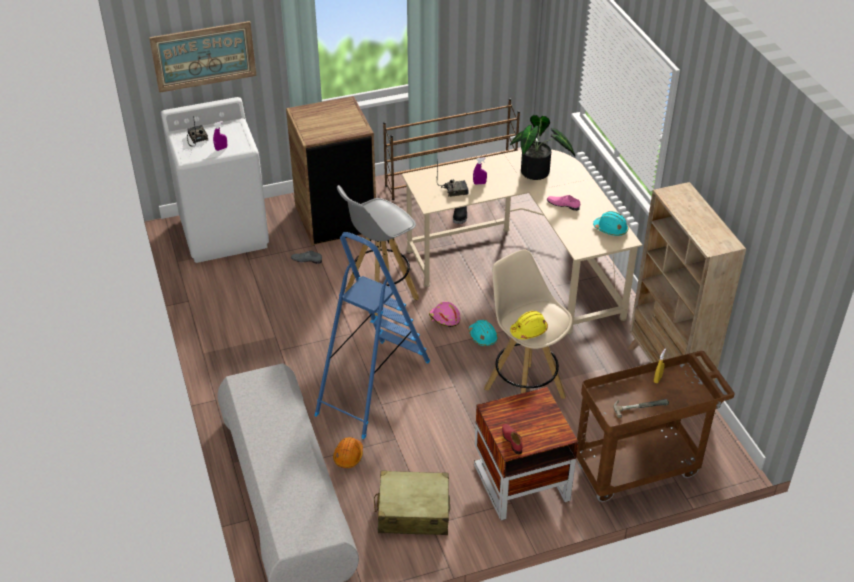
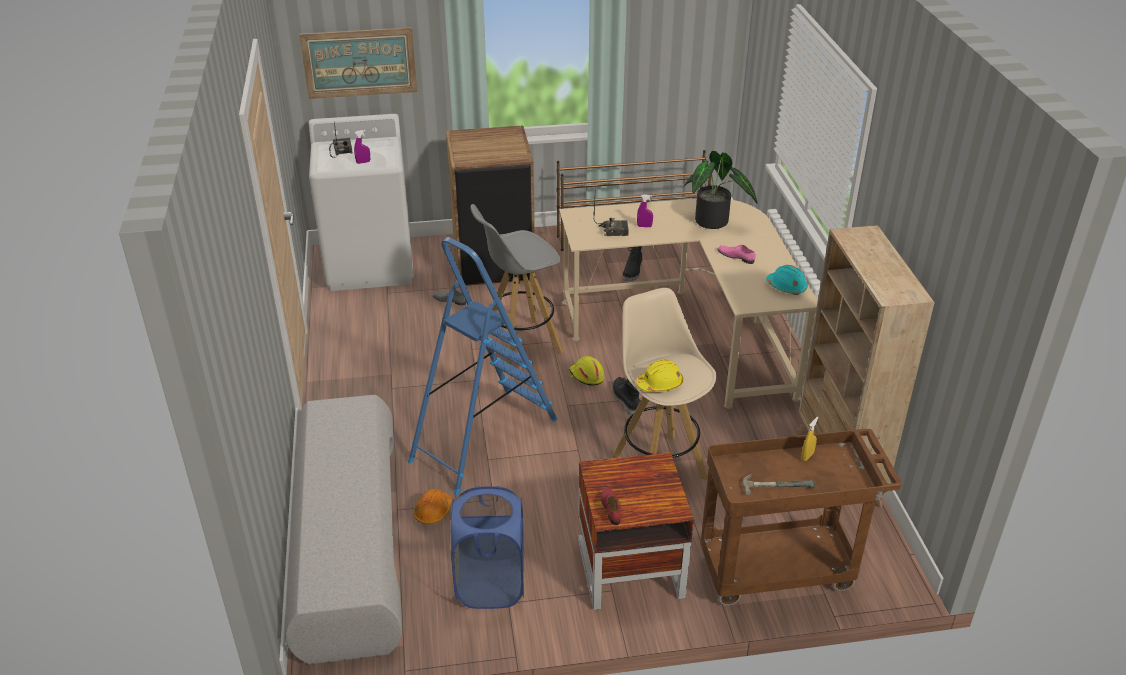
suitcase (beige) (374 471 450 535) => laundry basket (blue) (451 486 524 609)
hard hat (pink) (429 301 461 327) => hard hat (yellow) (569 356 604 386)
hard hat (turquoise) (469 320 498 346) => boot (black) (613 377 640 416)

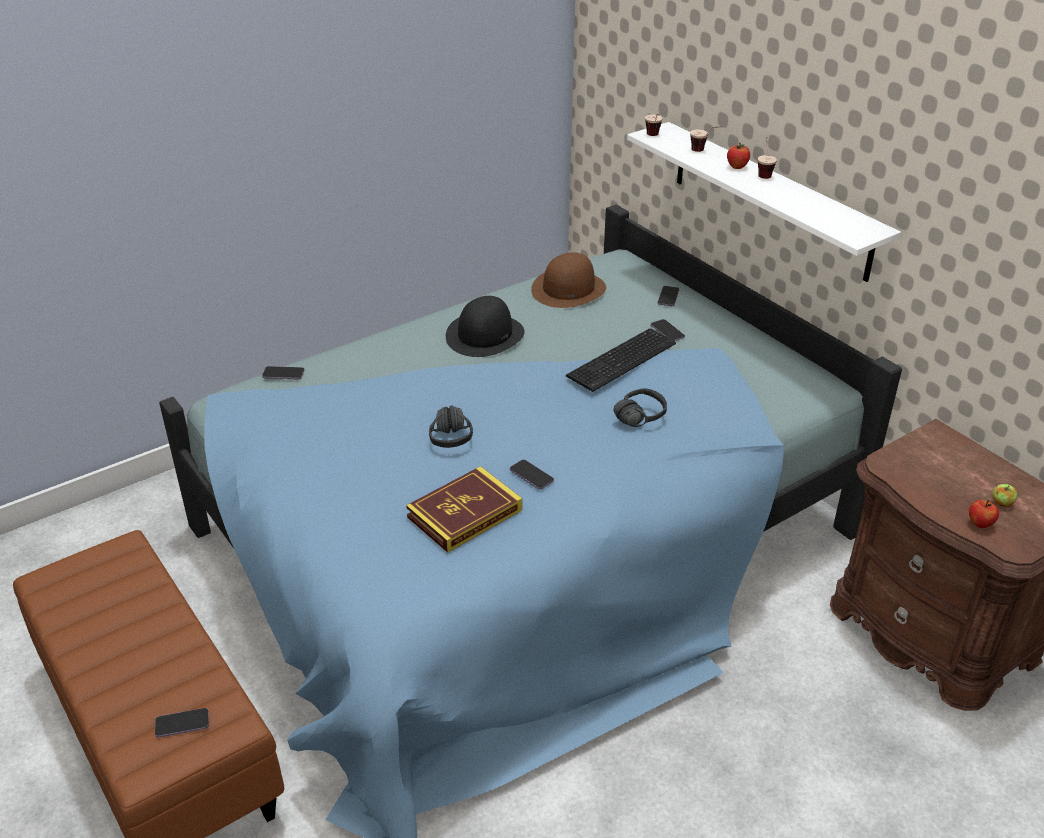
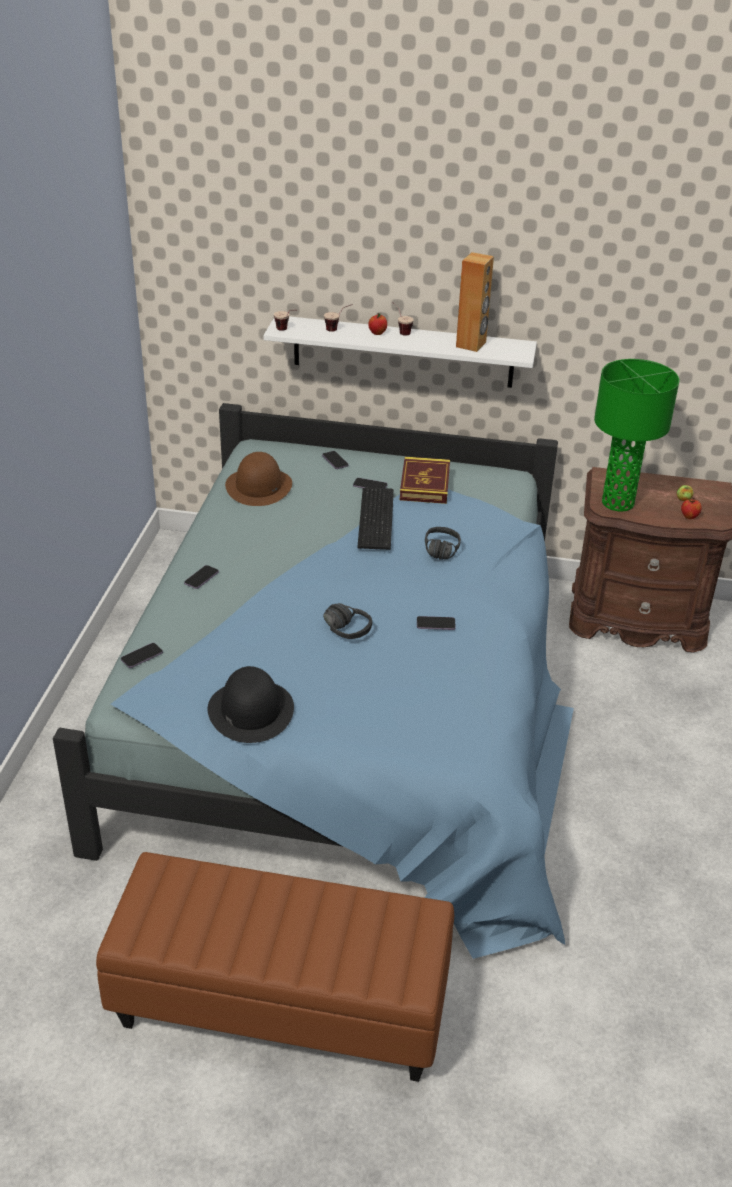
phone (155 708 209 738) => phone (184 565 219 589), shifted
book (406 466 522 553) => book (400 457 450 504), shifted
hat (black) (446 296 525 357) => hat (black) (208 666 294 743), shifted
nothing => speaker (brown) (456 252 494 352)
nothing => table lamp (green) (594 359 679 511)

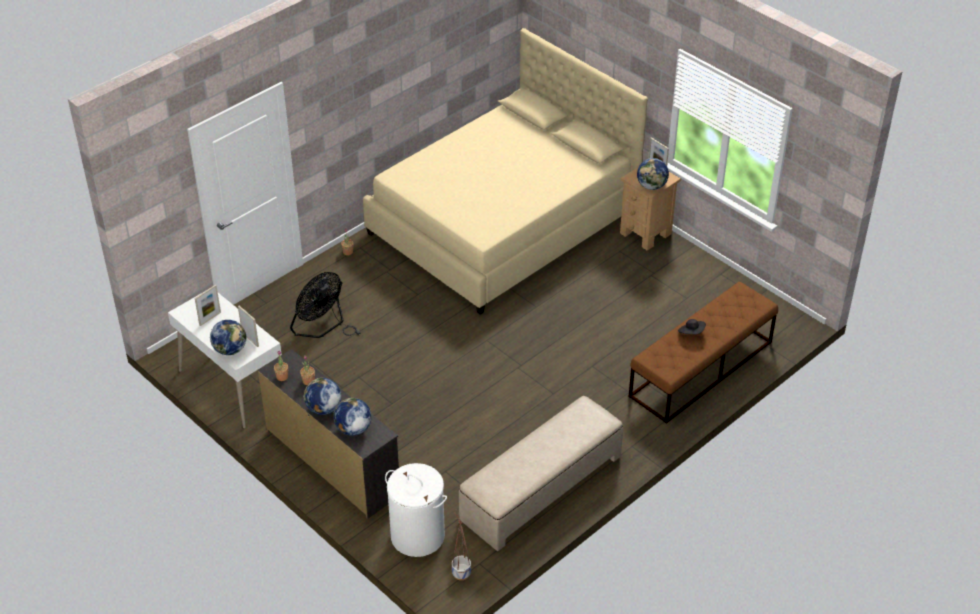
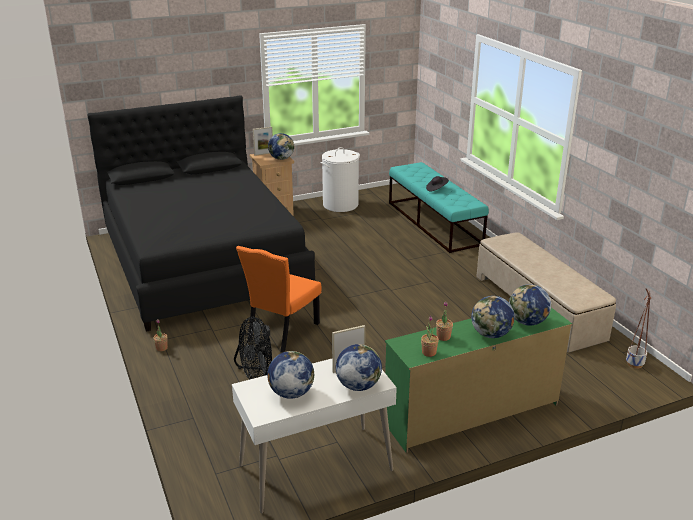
picture frame (195 285 221 326) => globe (267 351 314 399)
dresser (black) (258 349 399 519) => dresser (green) (385 308 572 453)
bed (beige) (363 28 648 315) => bed (black) (88 96 315 332)
laundry basket (white) (385 463 447 557) => laundry basket (white) (320 147 360 212), shifted
bench (brown) (629 282 778 424) => bench (turquoise) (389 162 489 253)
nothing => chair (orange) (236 246 322 353)

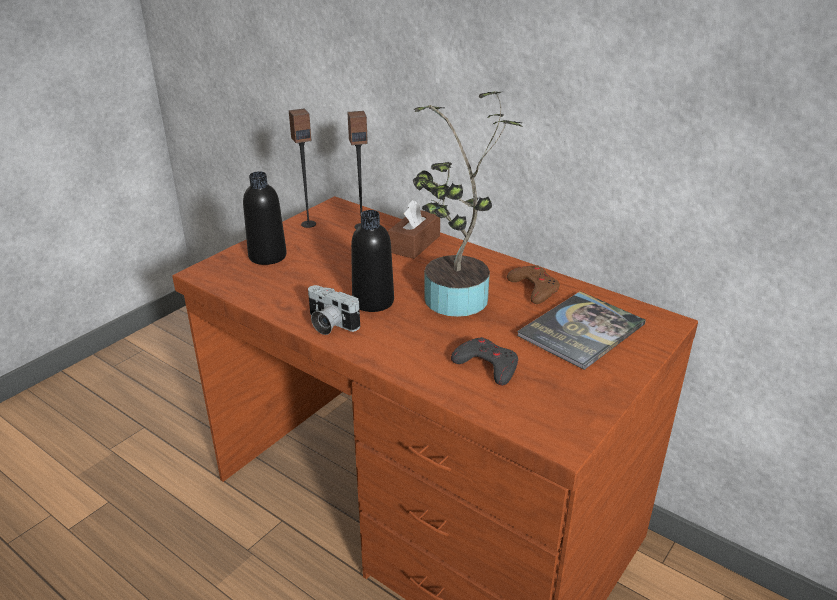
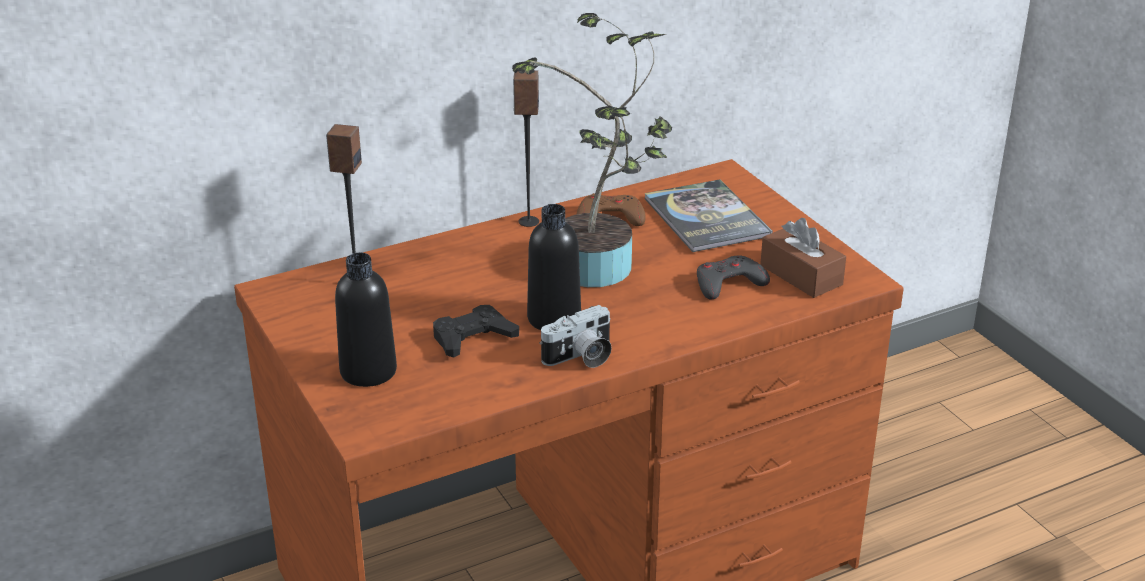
speaker (289 109 316 228) => speaker (513 70 539 227), shifted
tissue box (brown) (388 200 440 259) => tissue box (brown) (760 218 846 298), shifted
nothing => game controller (black) (433 305 519 358)

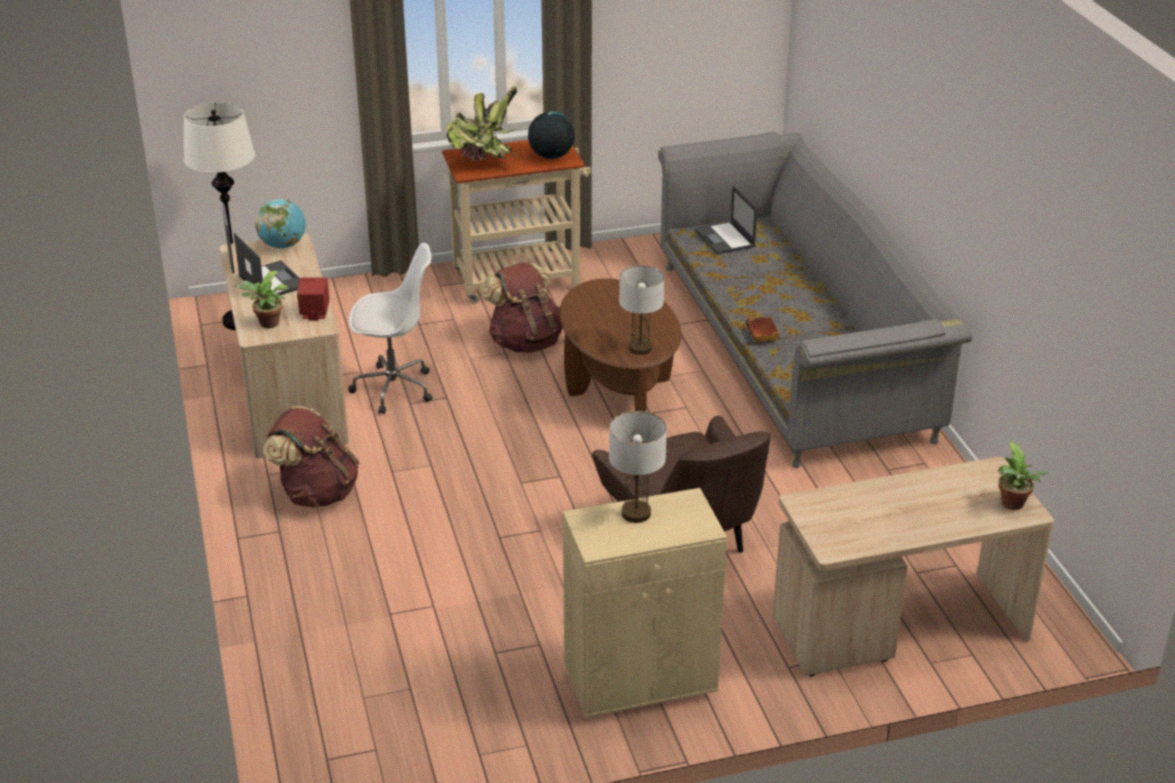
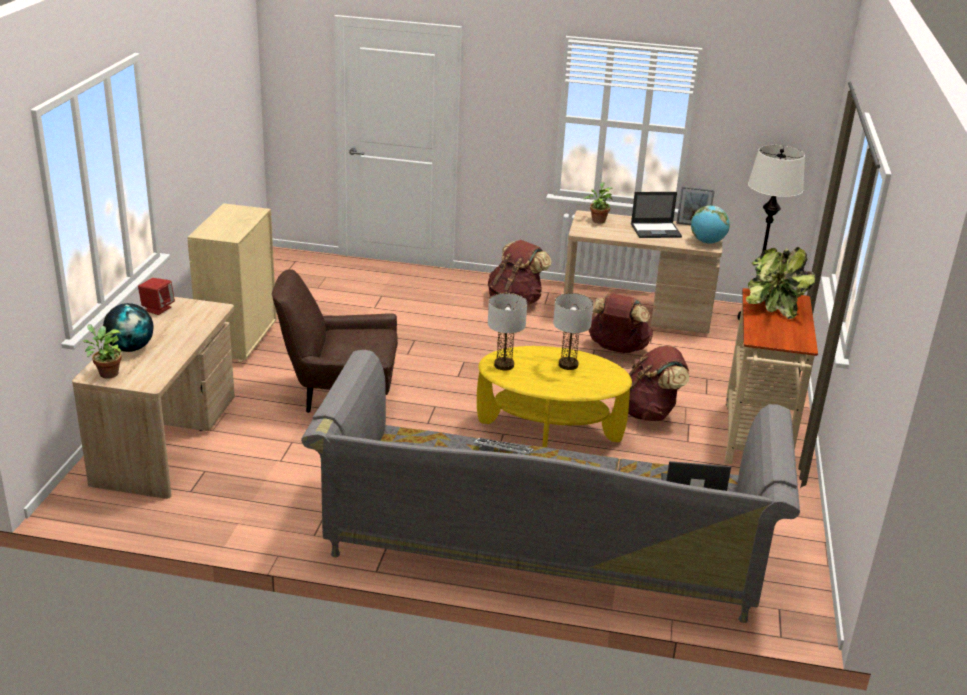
speaker (red) (297 277 330 320) => speaker (red) (138 278 175 315), shifted
office chair (white) (348 243 433 414) => backpack (brown) (589 293 653 353)
globe (528 111 575 159) => globe (103 303 153 352), shifted
coffee table (brown) (559 278 681 412) => coffee table (yellow) (477 346 632 447)
table lamp (609 411 667 523) => table lamp (553 293 593 370), shifted
book (brown) (746 316 780 342) => keyboard (474 438 534 455)

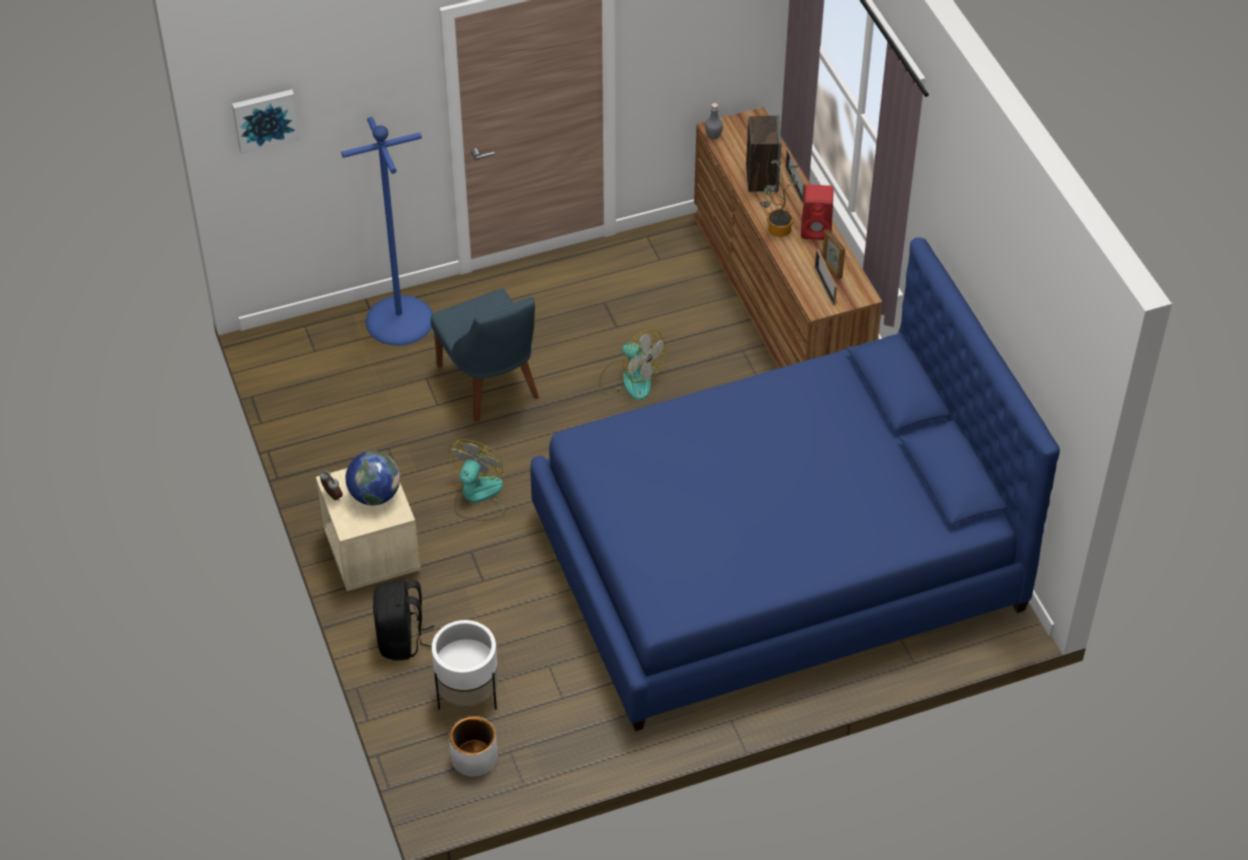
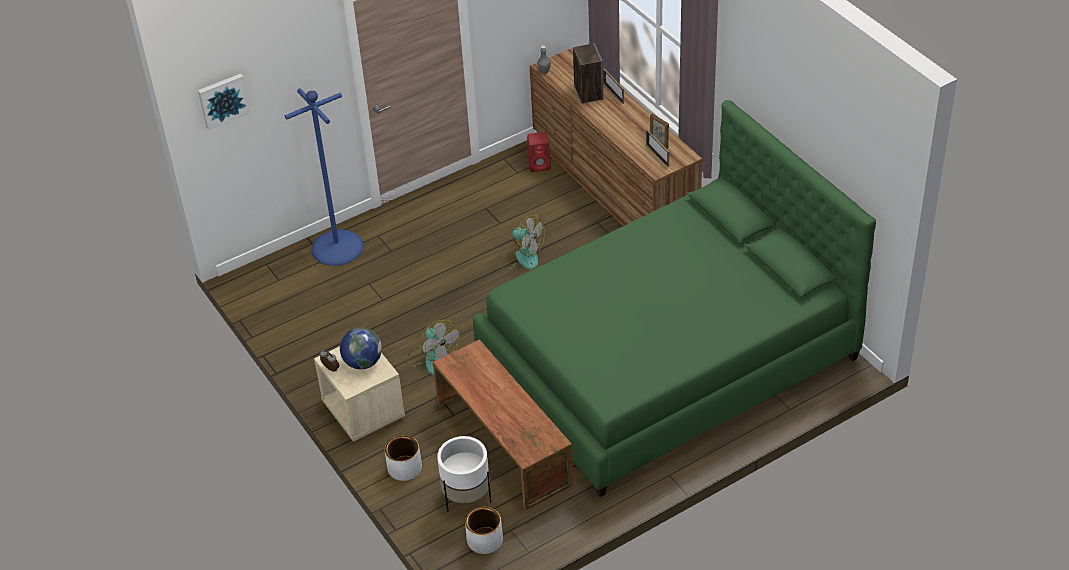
backpack (black) (373 580 435 661) => planter (white) (385 436 422 481)
chair (blue) (431 289 539 422) => nothing
fan (449 439 506 521) => fan (406 320 460 375), 135 degrees clockwise
bed (blue) (530 237 1060 731) => bed (green) (473 100 876 497)
potted plant (760 160 799 237) => nothing
speaker (red) (801 184 834 240) => speaker (red) (527 132 551 172), shifted
nothing => bench (brown) (432 339 573 510)

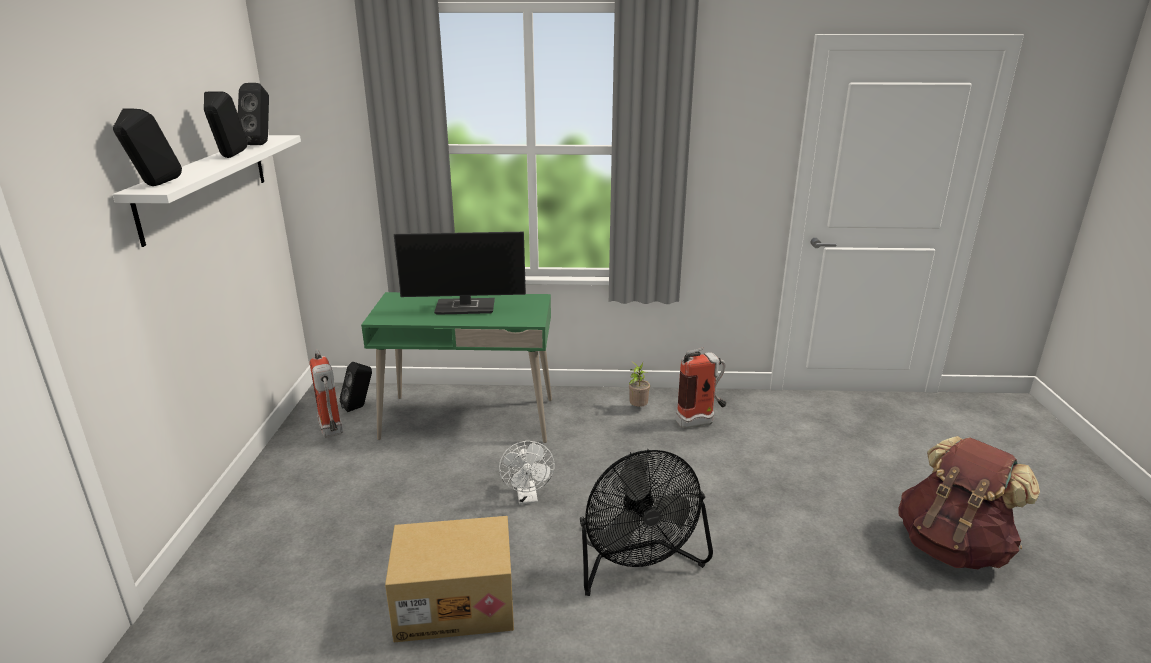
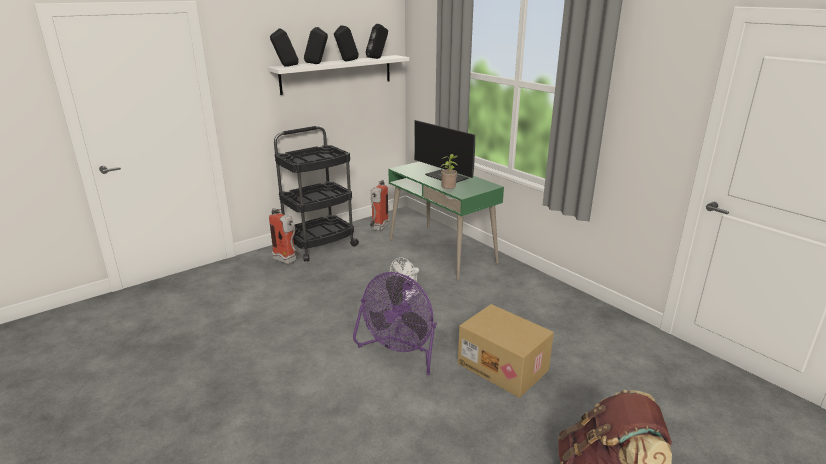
speaker (black) (339 362 372 412) => speaker (black) (304 27 328 64), shifted
cardboard box (385 516 514 642) => cardboard box (458 304 554 398), shifted
fan (black) (580 449 713 596) => fan (purple) (353 272 437 375)
potted plant (629 361 650 407) => potted plant (441 154 458 189), shifted
fire extinguisher (675 347 727 428) => fire extinguisher (269 208 301 265), shifted
nothing => cart (black) (274 126 359 262)

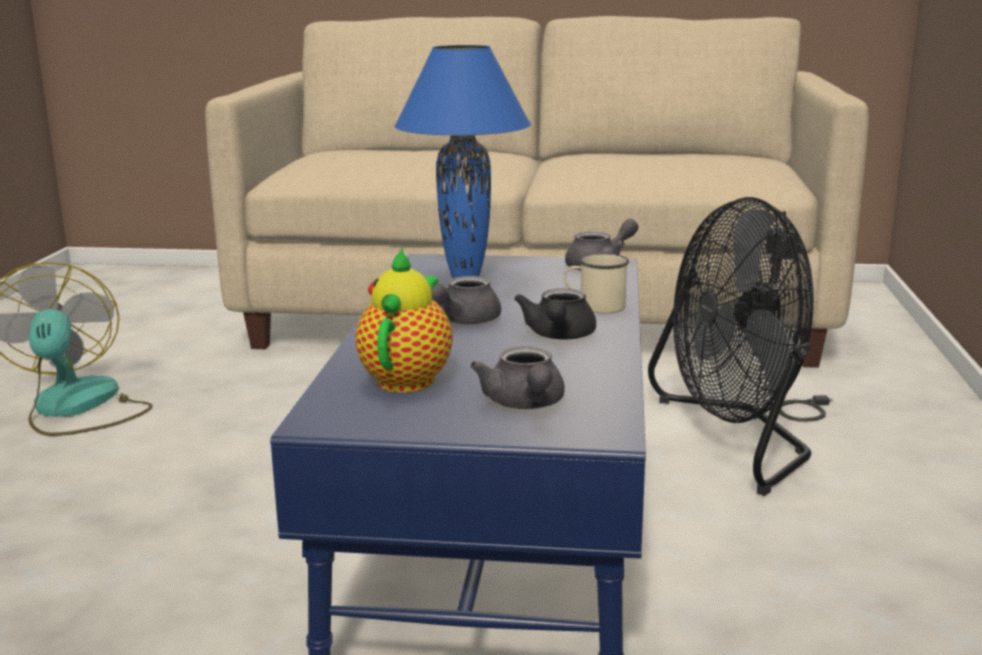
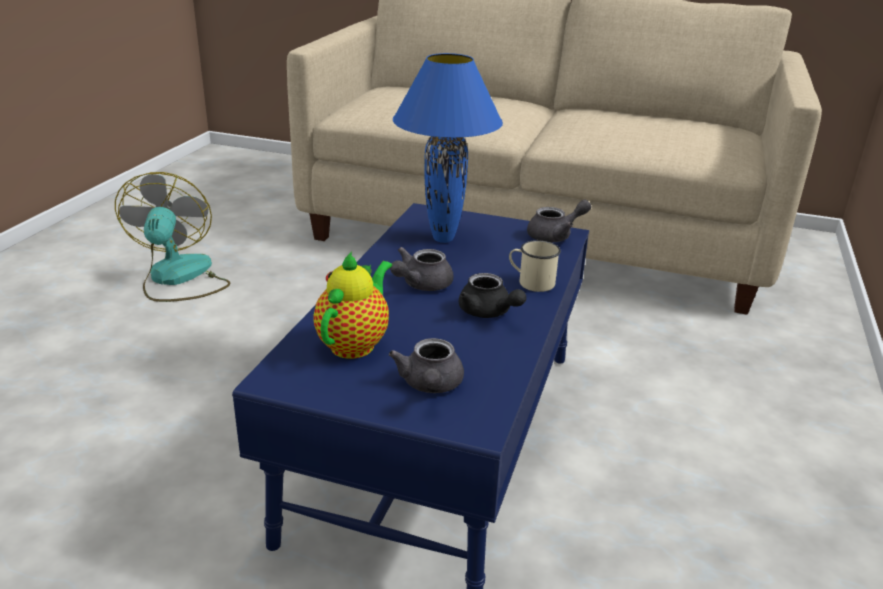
teapot (black) (514 288 596 340) => teapot (black) (459 273 526 318), 60 degrees counterclockwise
fan (black) (648 197 833 496) => nothing

